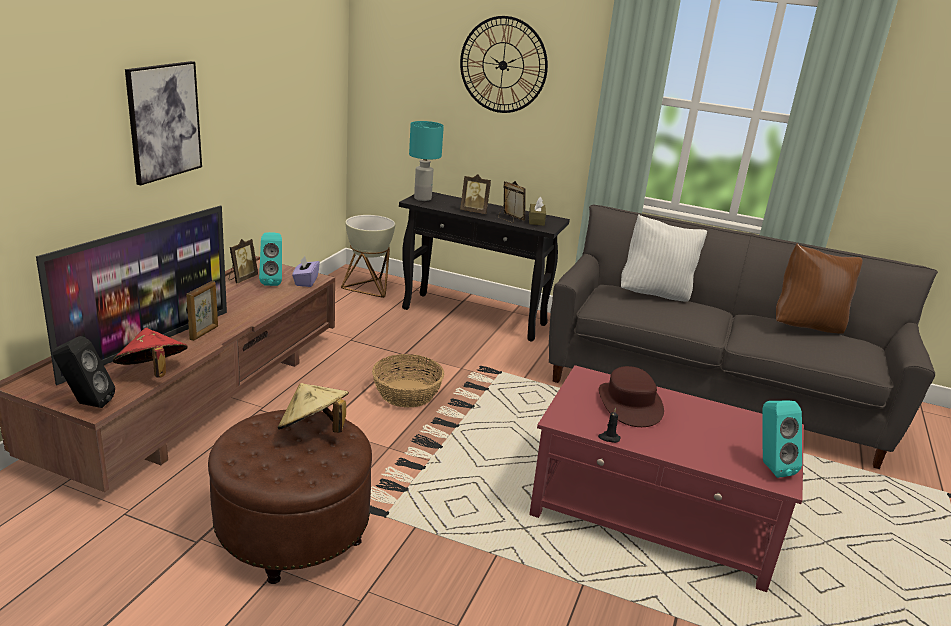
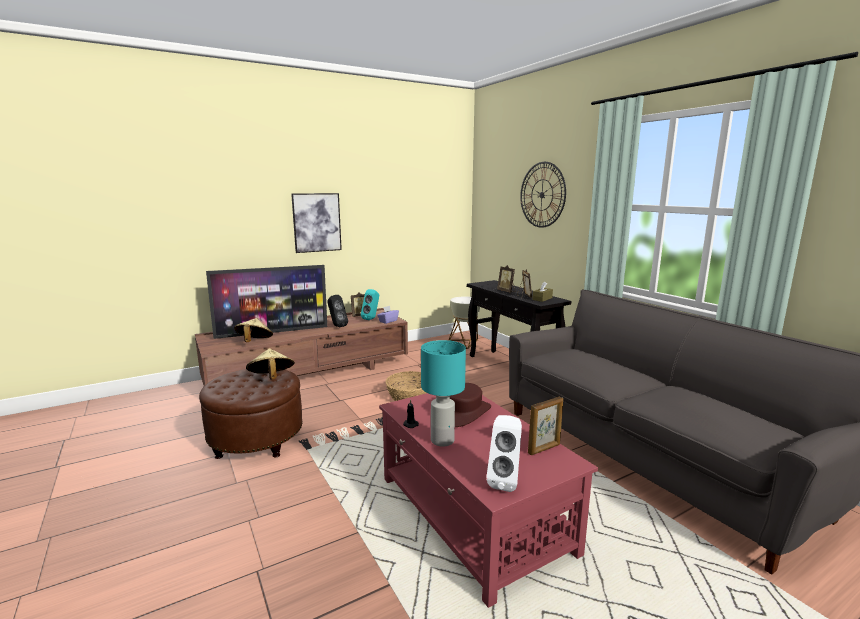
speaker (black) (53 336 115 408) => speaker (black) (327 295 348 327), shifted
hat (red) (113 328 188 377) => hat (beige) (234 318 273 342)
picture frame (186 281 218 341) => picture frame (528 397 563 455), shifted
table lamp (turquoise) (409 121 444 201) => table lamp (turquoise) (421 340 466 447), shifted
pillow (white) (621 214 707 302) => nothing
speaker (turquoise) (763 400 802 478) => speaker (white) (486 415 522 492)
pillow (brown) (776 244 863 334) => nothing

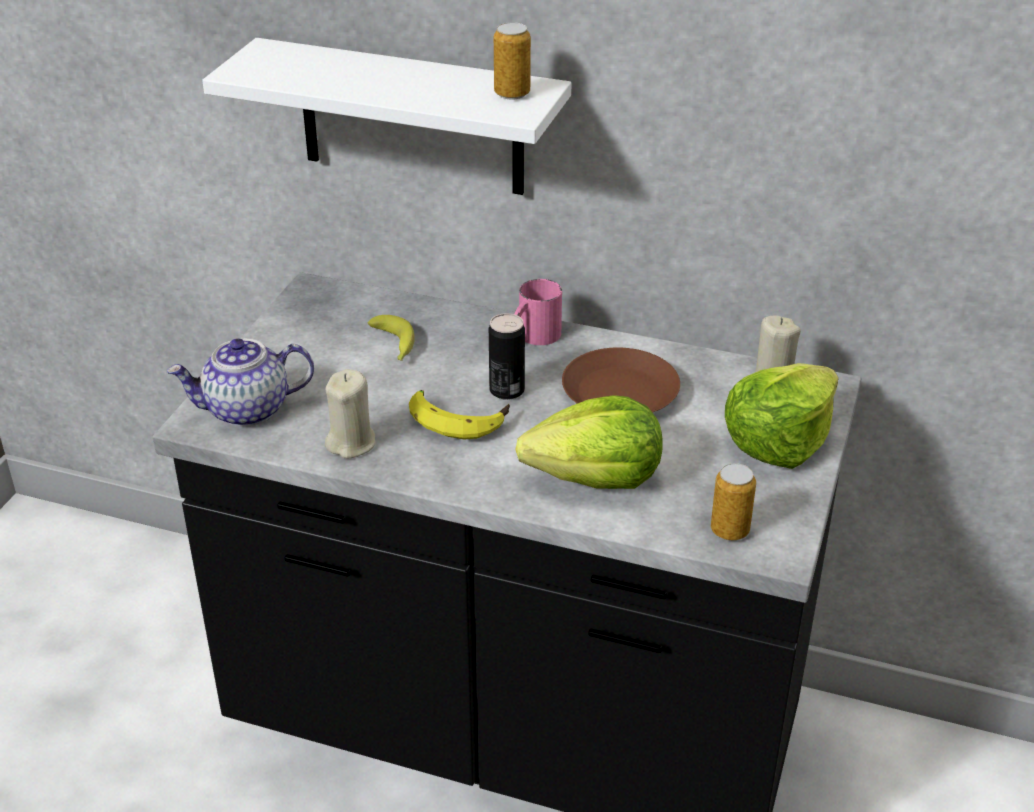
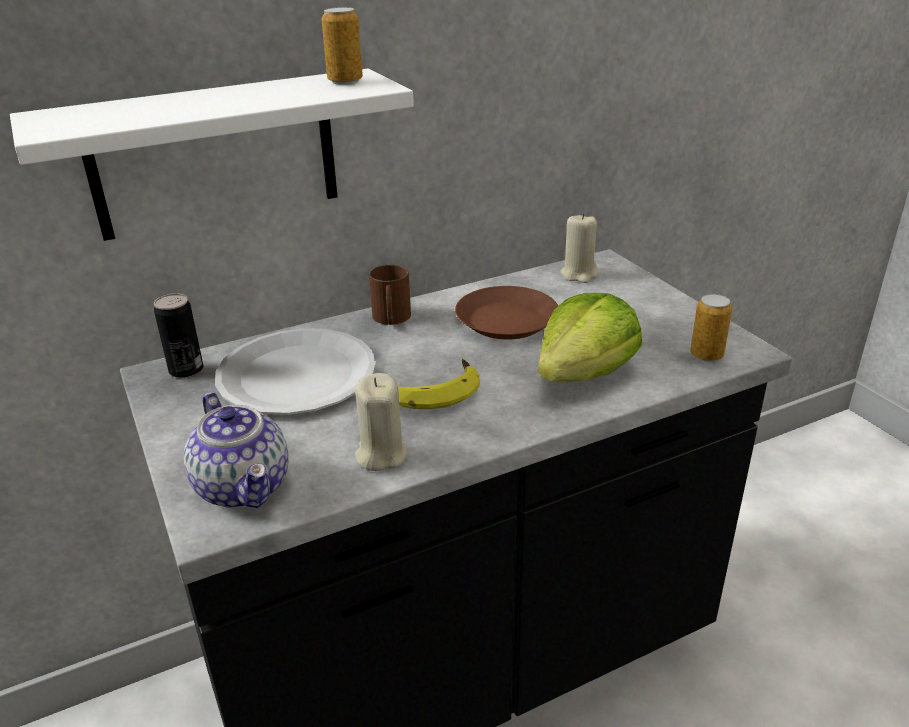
teapot (167 338 314 427) => teapot (184 392 289 508), 60 degrees counterclockwise
banana (368 315 415 361) => plate (white) (215 328 376 415)
can (489 313 525 400) => can (154 293 203 378), shifted
mug (pink) (514 279 562 345) => mug (brown) (369 265 411 325)
lettuce (725 363 839 469) => nothing

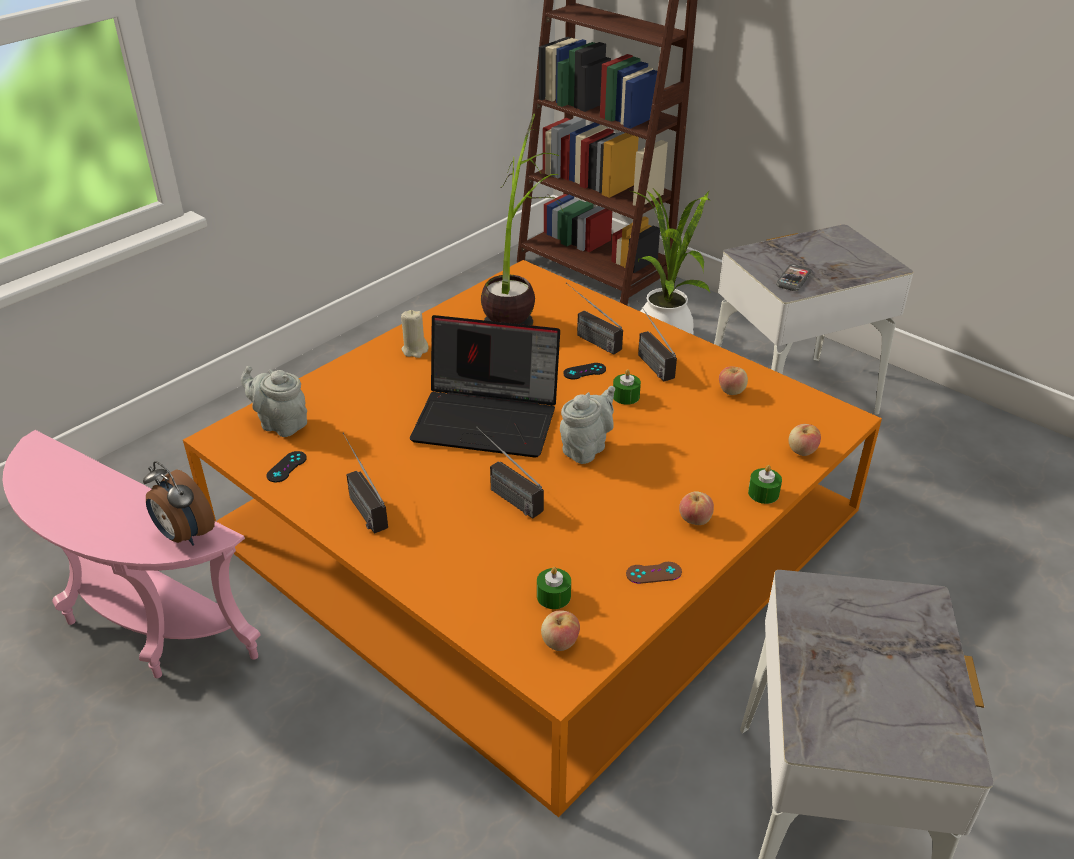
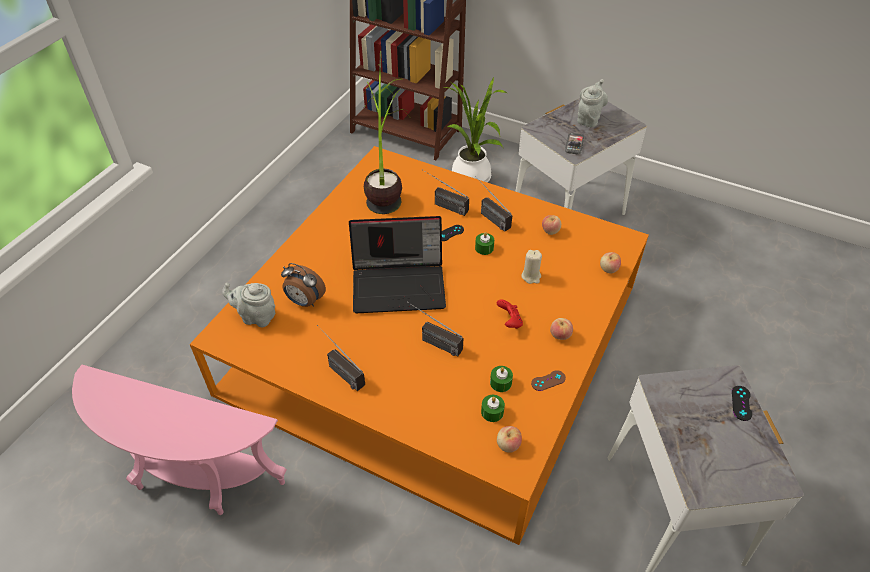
alarm clock (143 461 215 546) => alarm clock (281 263 326 307), shifted
game controller (black) (266 451 307 482) => game controller (black) (732 386 752 421), shifted
candle (beige) (401 310 428 358) => candle (beige) (521 250 542 284), shifted
teapot (grey) (560 386 615 464) => teapot (grey) (577 79 608 127), shifted
candle (green) (748 465 782 504) => candle (green) (490 366 513 392), shifted
nothing => game controller (red) (497 299 523 329)

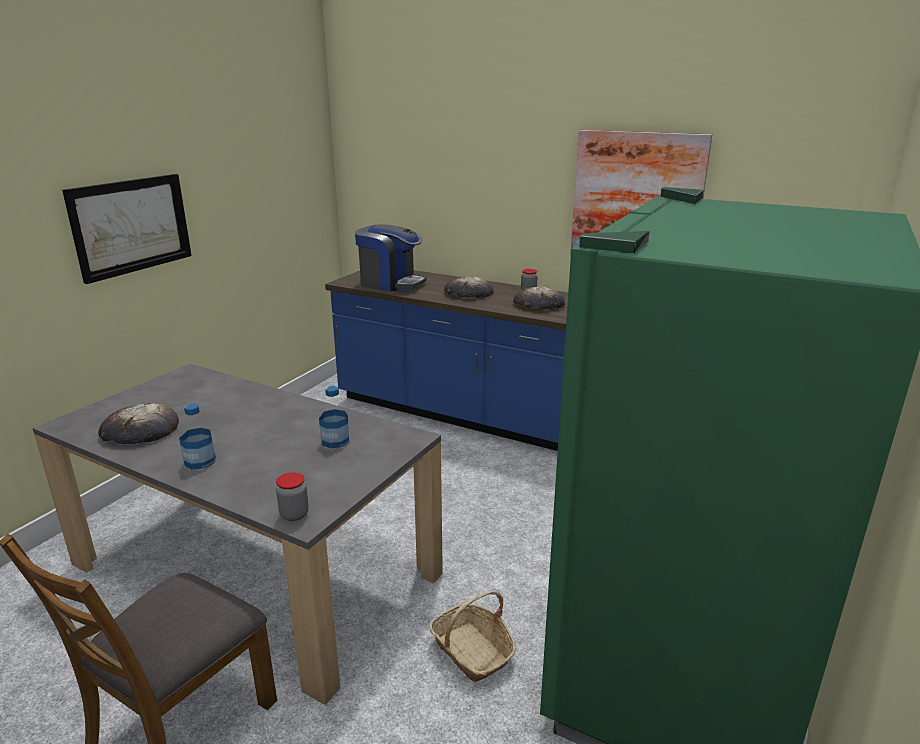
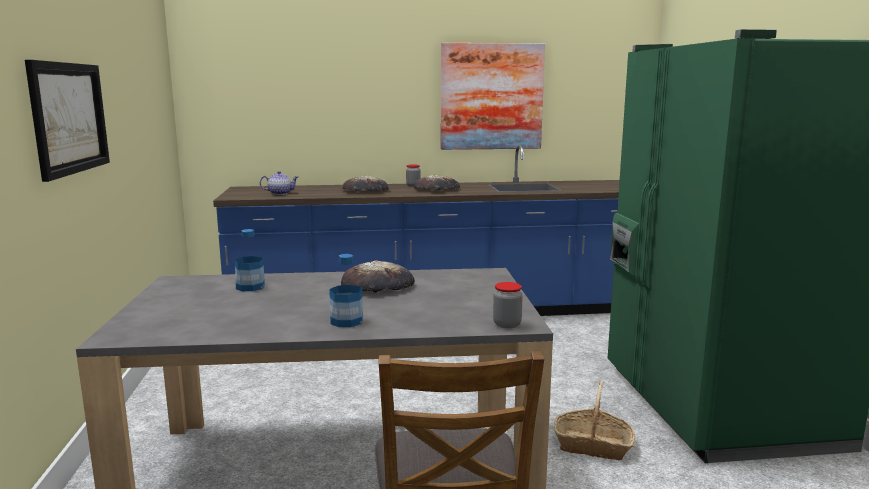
bread (98 403 179 444) => bread (341 260 415 293), shifted
bottle (319 386 349 448) => bottle (235 229 265 291), shifted
coffee machine (355 224 426 292) => teapot (260 171 299 195)

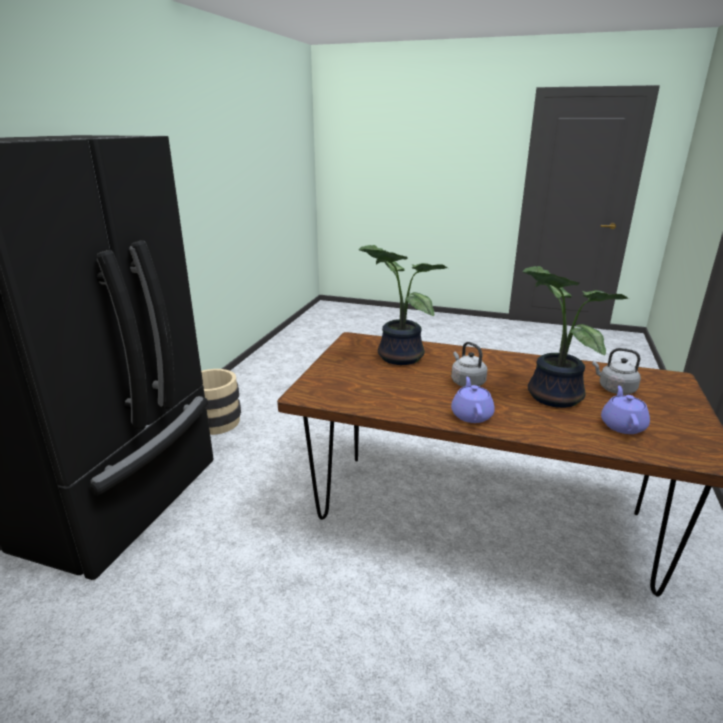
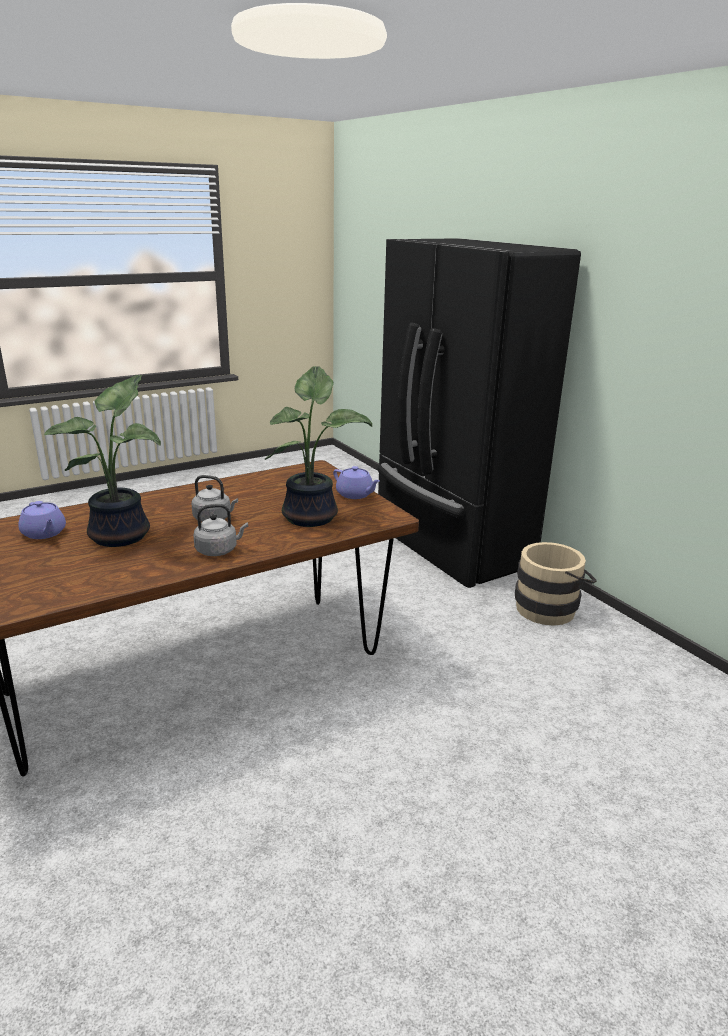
teapot (purple) (451 377 495 423) => teapot (purple) (333 466 380 499), shifted
kettle (grey) (592 348 641 395) => kettle (grey) (193 504 248 556), shifted

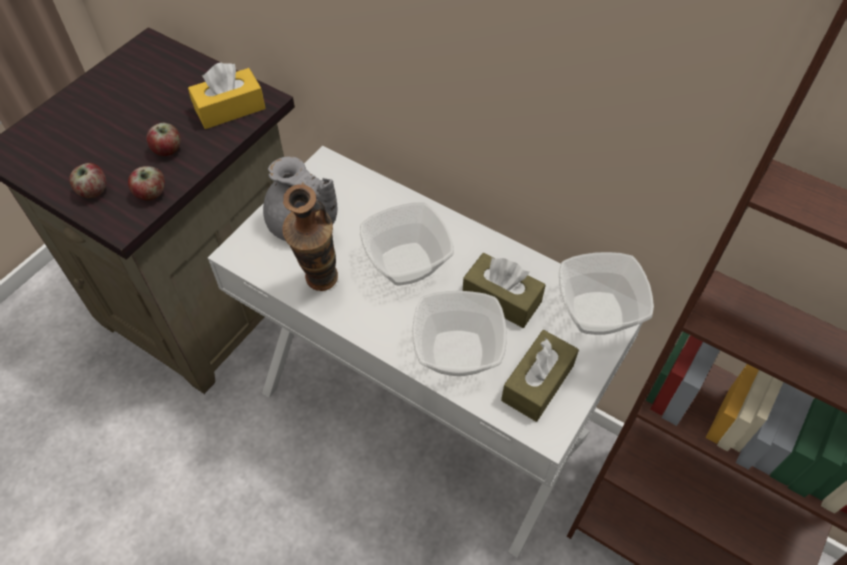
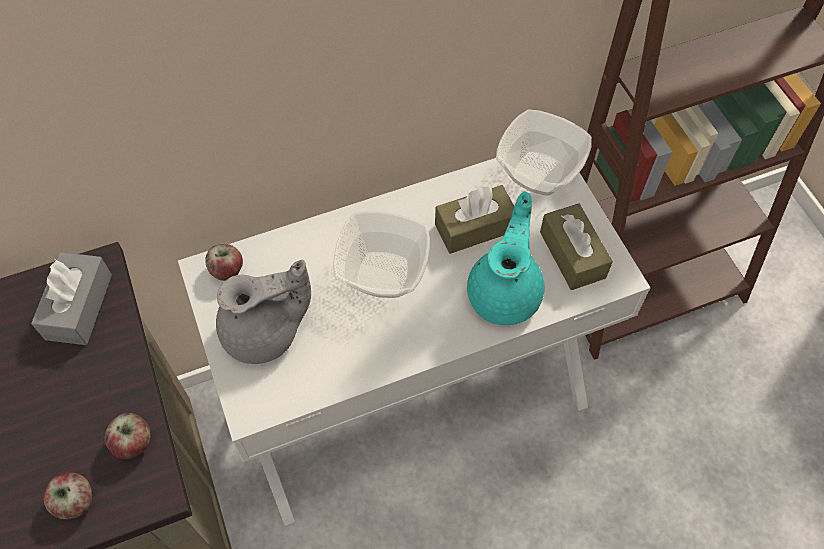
apple (146 123 181 156) => apple (205 244 243 281), shifted
tissue box (yellow) (188 63 266 129) => tissue box (grey) (31 252 112 345)
vase (283 184 338 291) => nothing
bowl (412 291 507 376) => teapot (turquoise) (467 192 545 325)

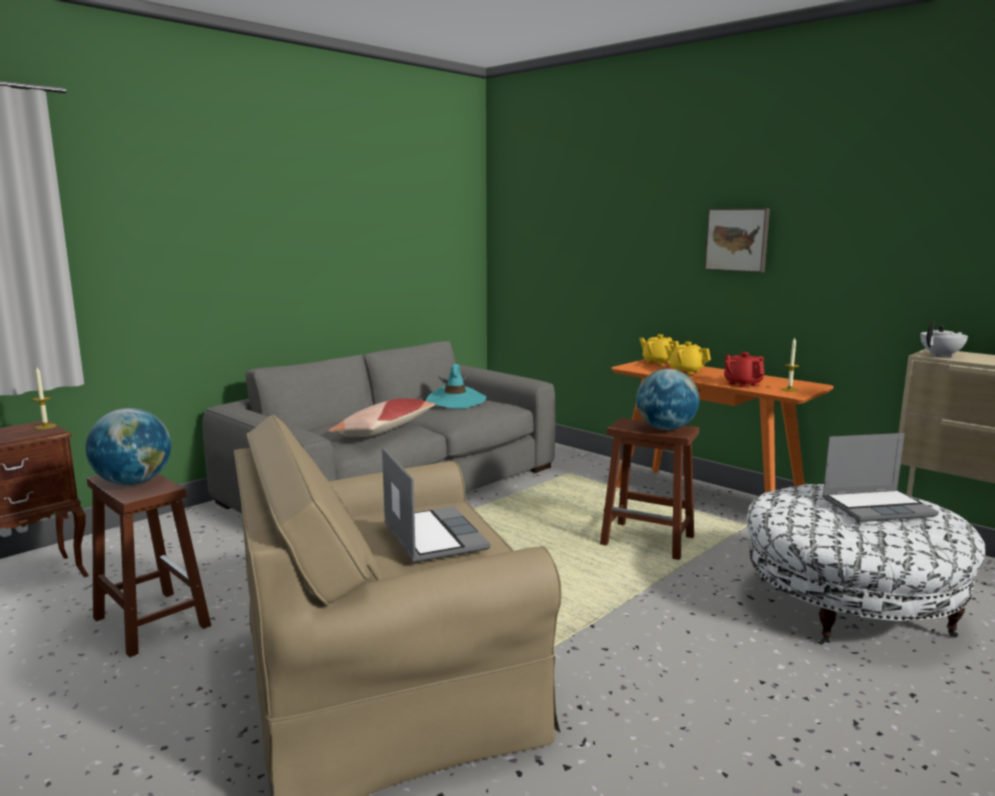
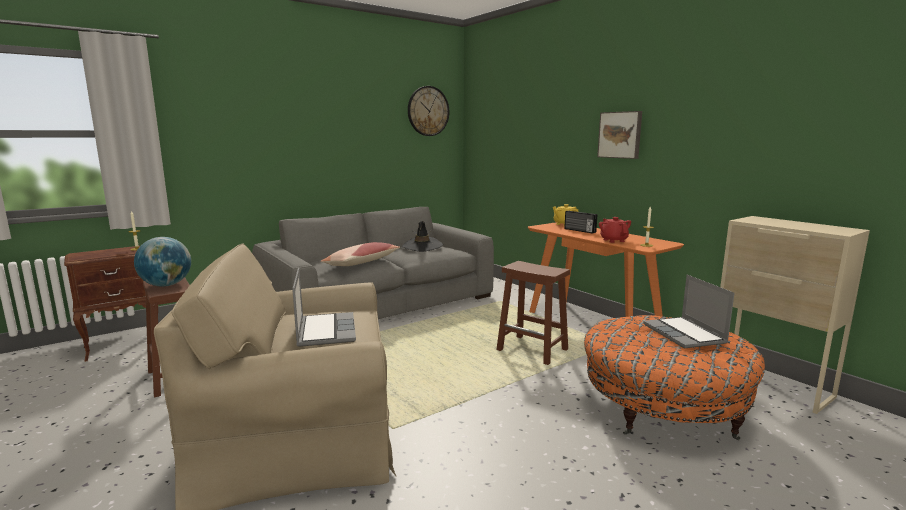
hat (turquoise) (426 364 486 409) => hat (black) (402 221 443 252)
globe (636 369 699 430) => nothing
teapot (yellow) (664 342 711 374) => radio (564 211 597 233)
ottoman (white) (747 484 985 645) => ottoman (orange) (584 315 765 440)
laptop (822 433 939 522) => laptop (643 275 735 348), 75 degrees clockwise
teapot (white) (920 321 968 358) => nothing
nothing => wall clock (408 86 449 136)

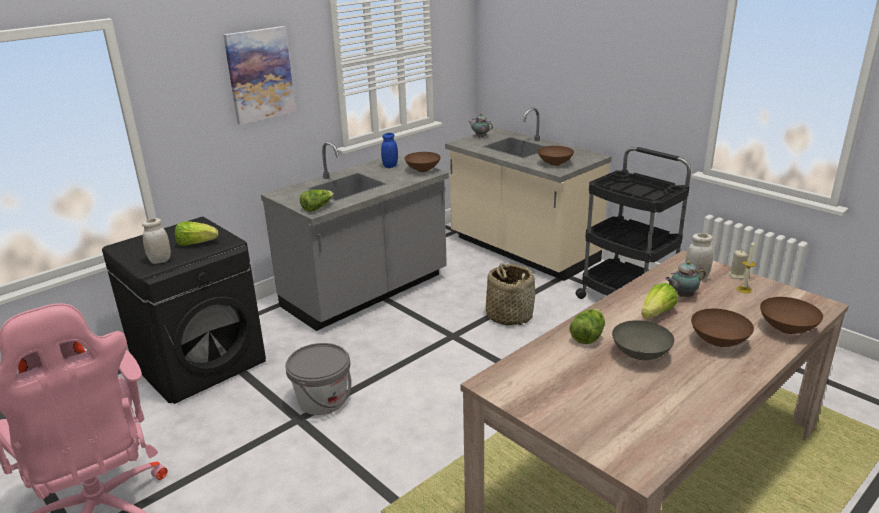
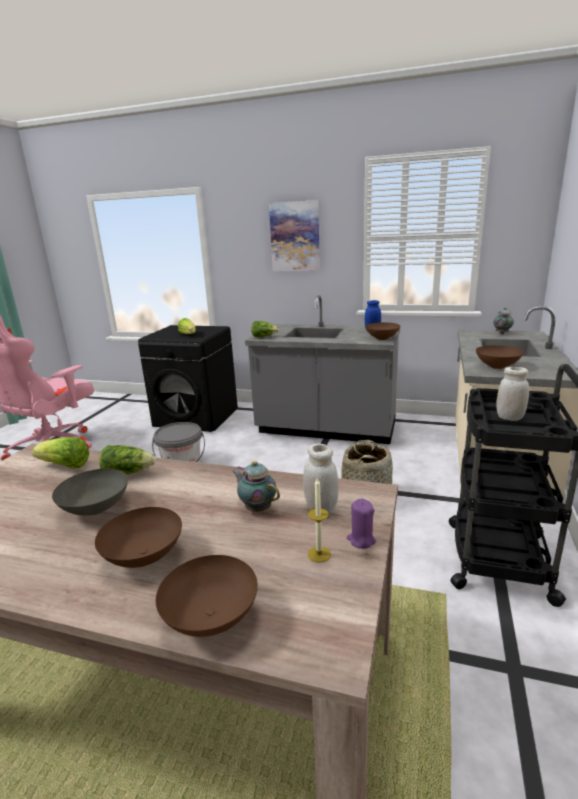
jar (white) (142 218 171 264) => jar (white) (496 367 529 421), shifted
lettuce (641 283 678 319) => lettuce (32 437 89 468), shifted
candle (beige) (728 250 748 279) => candle (purple) (347 499 376 549)

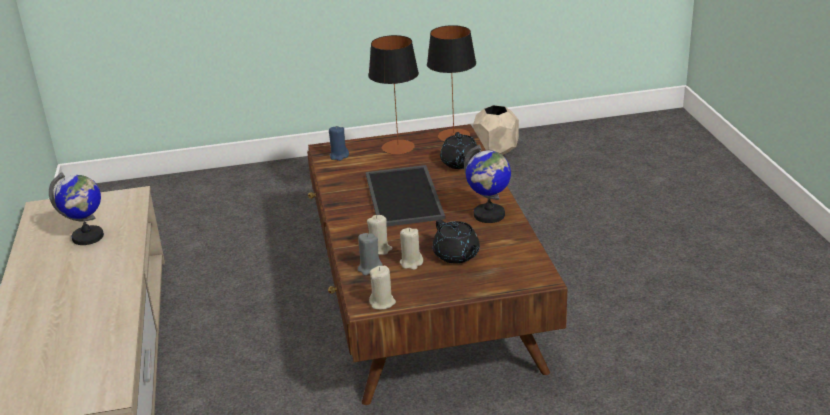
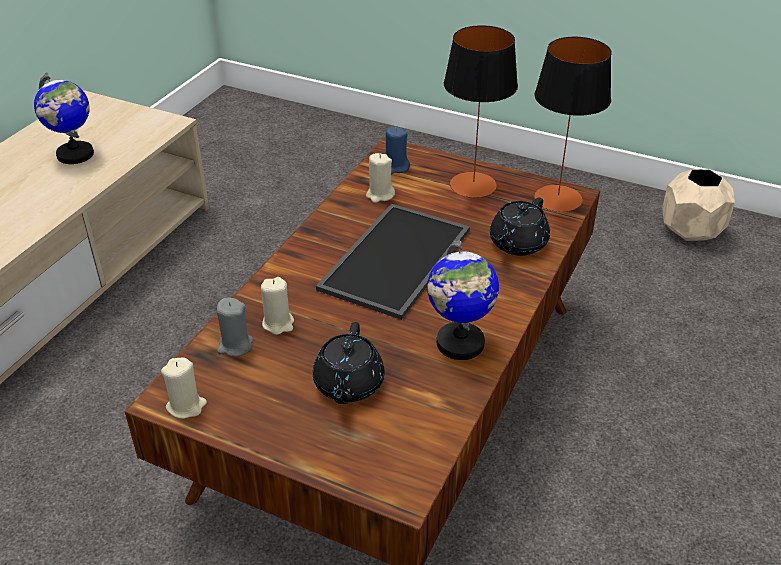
candle (beige) (400 228 423 270) => candle (beige) (366 153 395 203), shifted

